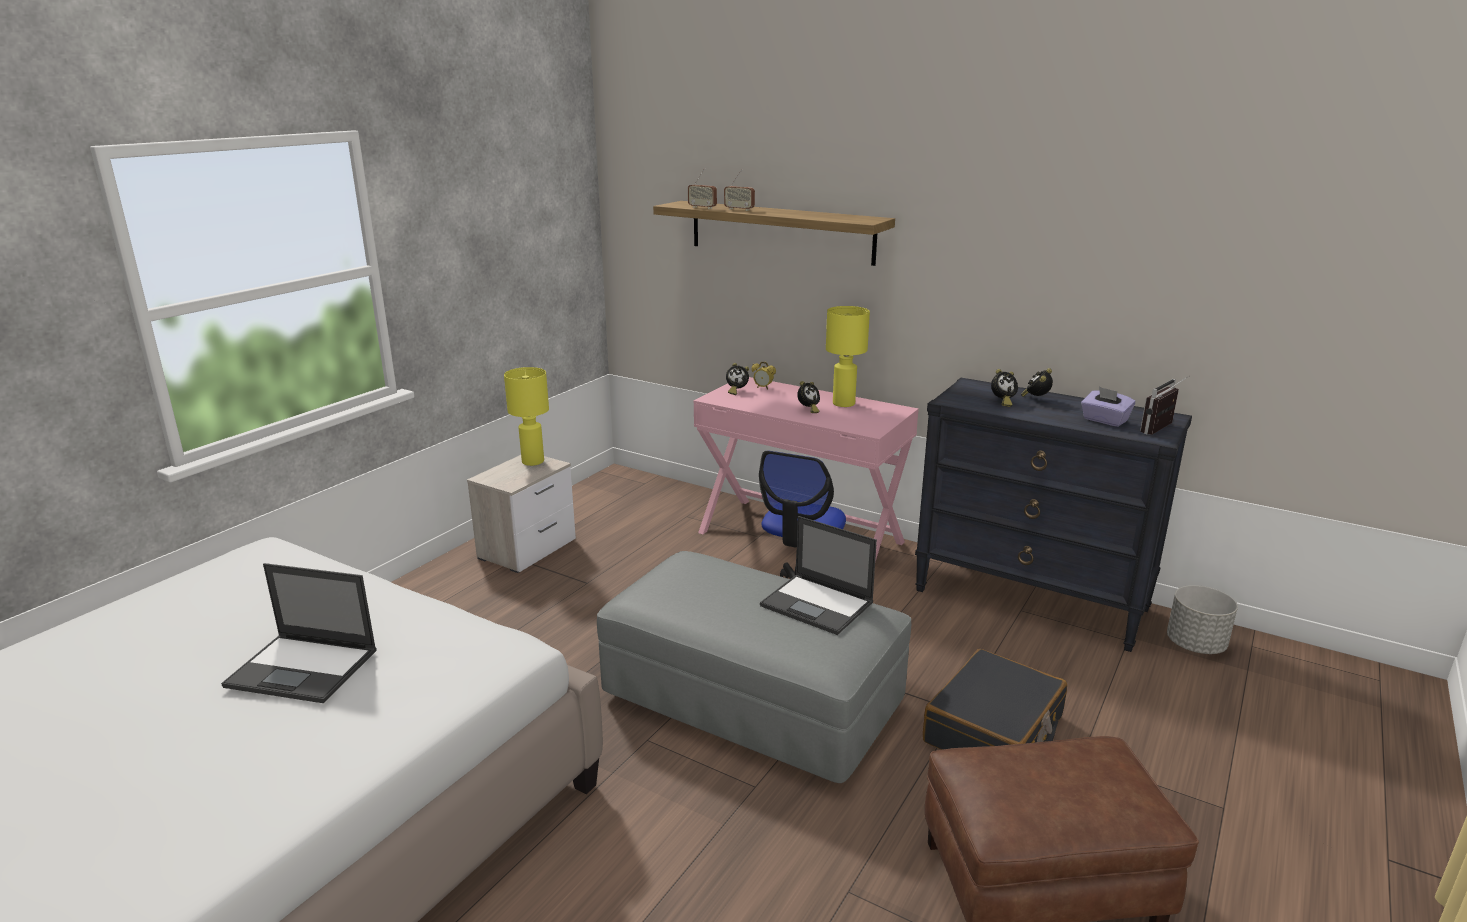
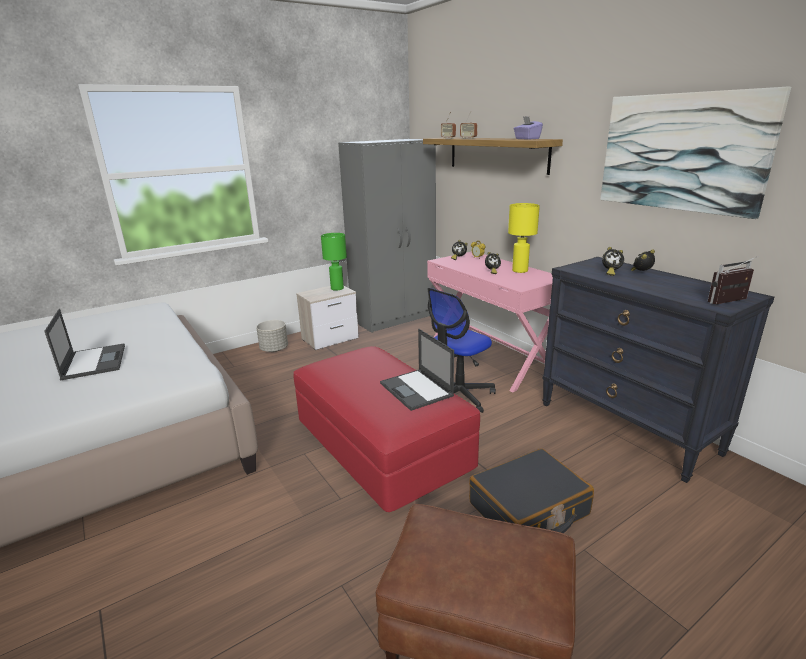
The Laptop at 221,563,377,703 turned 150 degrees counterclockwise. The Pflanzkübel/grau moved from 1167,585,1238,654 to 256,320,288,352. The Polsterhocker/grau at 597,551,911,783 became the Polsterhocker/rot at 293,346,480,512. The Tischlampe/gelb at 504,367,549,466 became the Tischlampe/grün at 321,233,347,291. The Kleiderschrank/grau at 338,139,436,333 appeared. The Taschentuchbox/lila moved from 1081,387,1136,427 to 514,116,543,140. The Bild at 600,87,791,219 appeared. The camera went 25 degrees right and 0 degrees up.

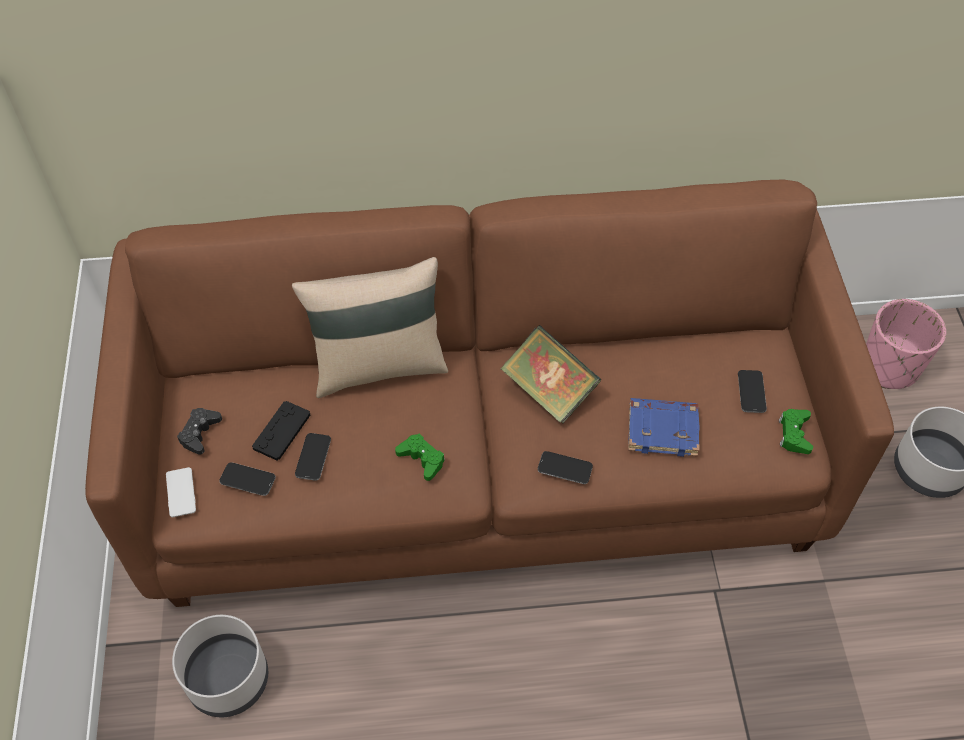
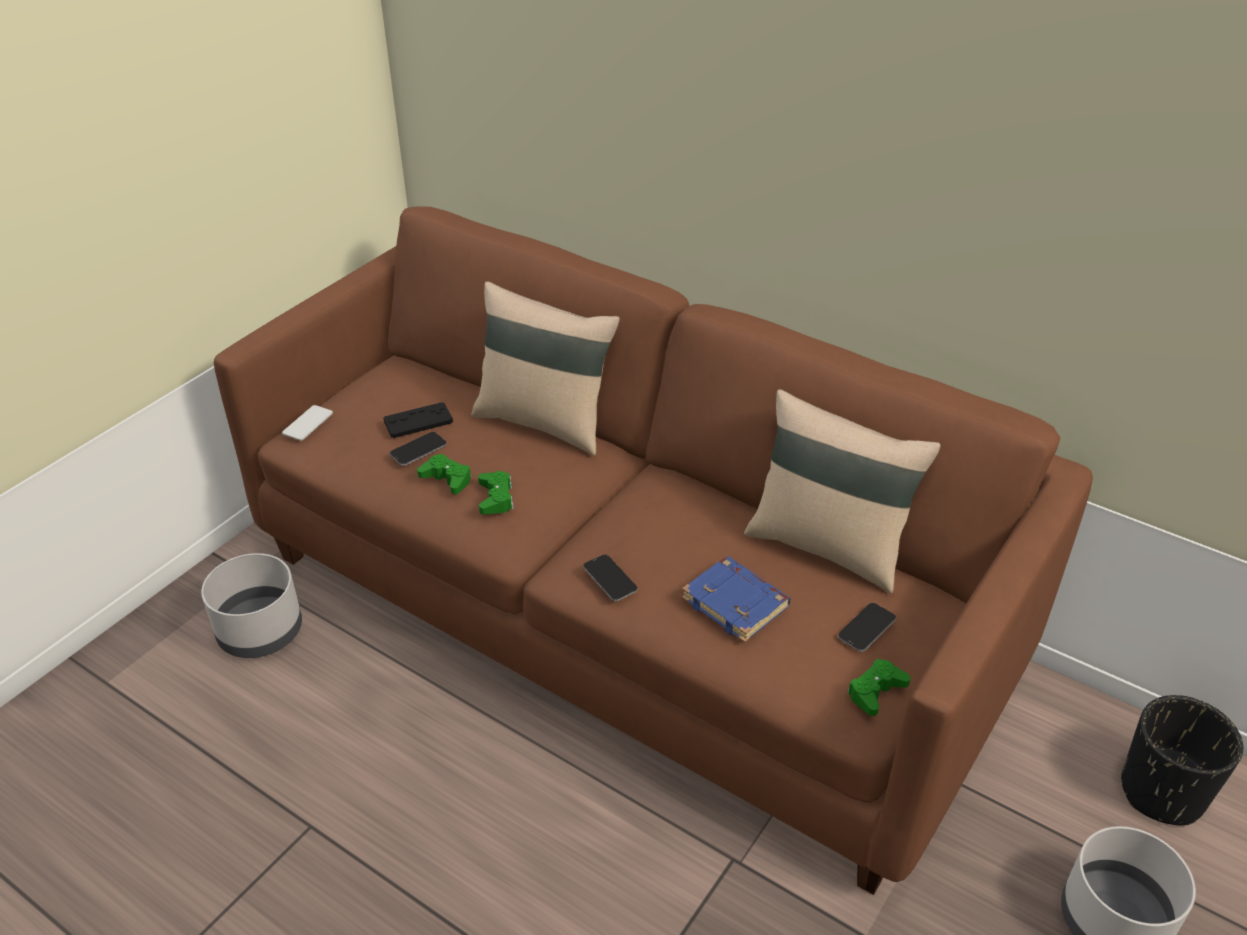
The Gamepad/grün at 417,454,471,494 appeared. The Kissen/beige at 744,389,941,594 appeared. The Pflanzkübel/rosa at 866,299,946,389 became the Pflanzkübel/schwarz at 1121,695,1243,826. The Gamepad/schwarz at 177,408,222,455 disappeared. The Handy at 219,462,276,496 disappeared. The Buch at 501,325,602,423 disappeared. The camera went 40 degrees right and 15 degrees down.

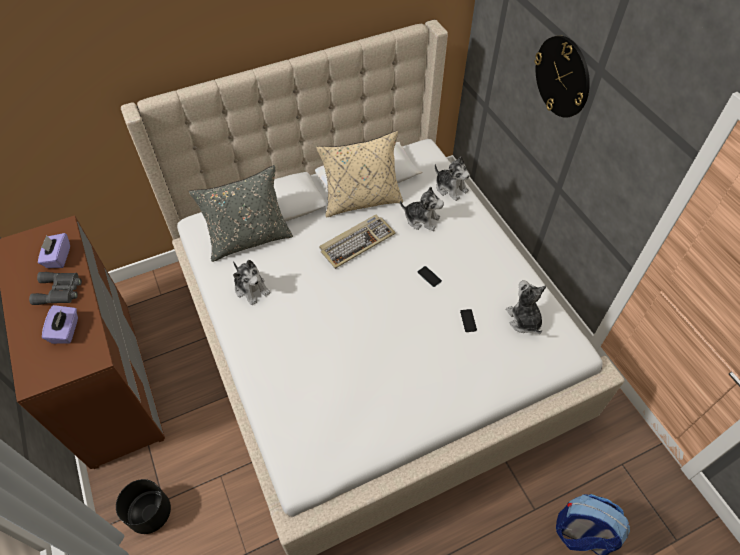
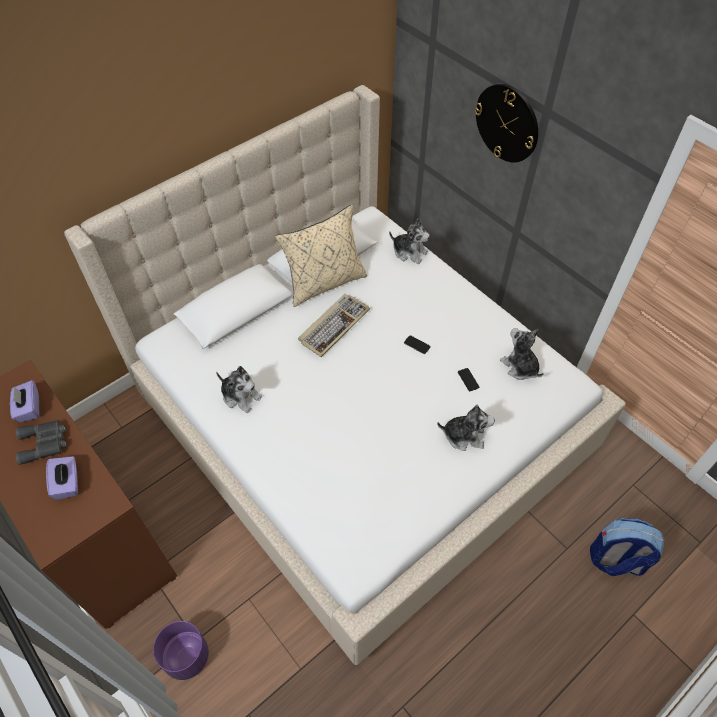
The Pflanzkübel/schwarz at 116,479,171,534 became the Pflanzkübel/lila at 153,621,209,680. The Plüschtier moved from 400,187,444,231 to 437,404,495,451. The Kissen/grau at 189,165,293,262 disappeared. The camera went 15 degrees left and 0 degrees up.

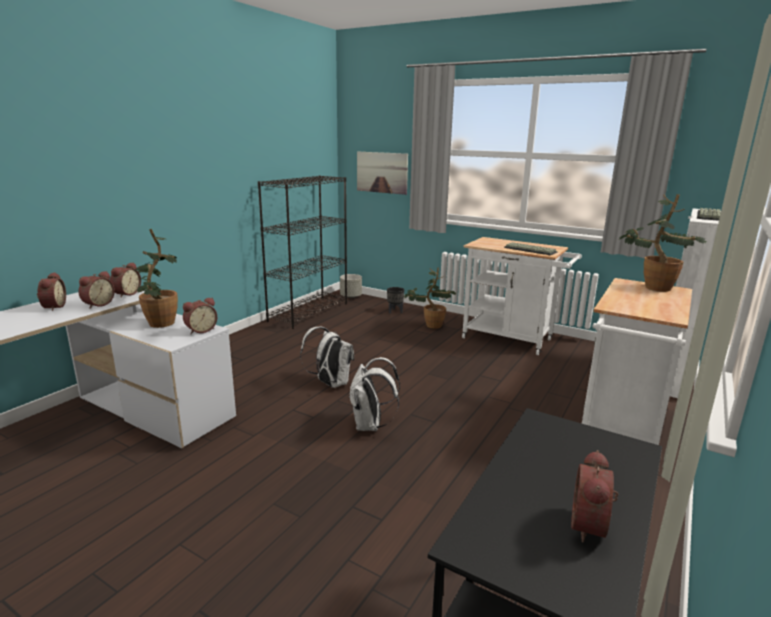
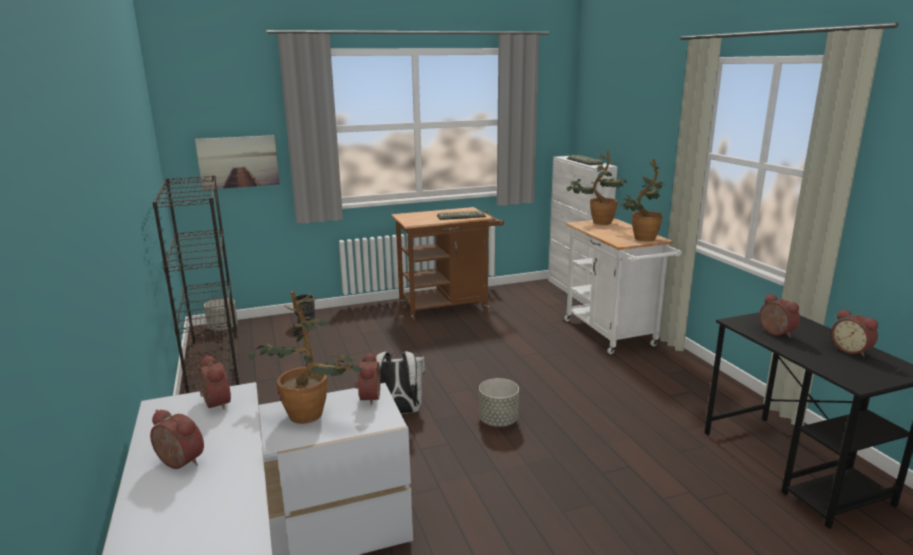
The Rollwagen/weiß at 462,237,582,355 became the Rollwagen/braun at 391,207,504,322. The Rucksack/weiß at 349,357,400,431 was replaced by the Pflanzkübel/grau at 479,378,519,427. The Topfpflanze moved from 404,267,456,329 to 620,159,666,241. The Wecker moved from 79,271,115,309 to 759,293,800,337. The camera went 50 degrees left and 0 degrees up.

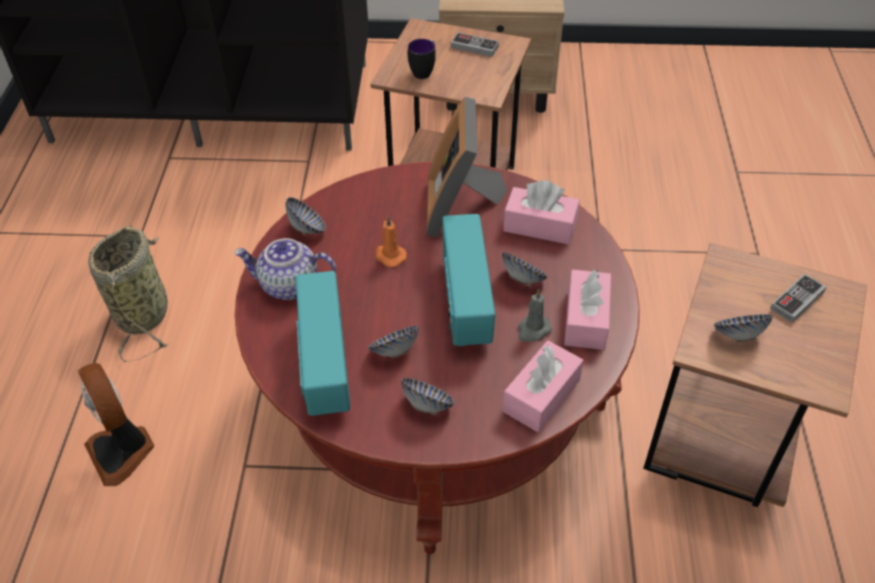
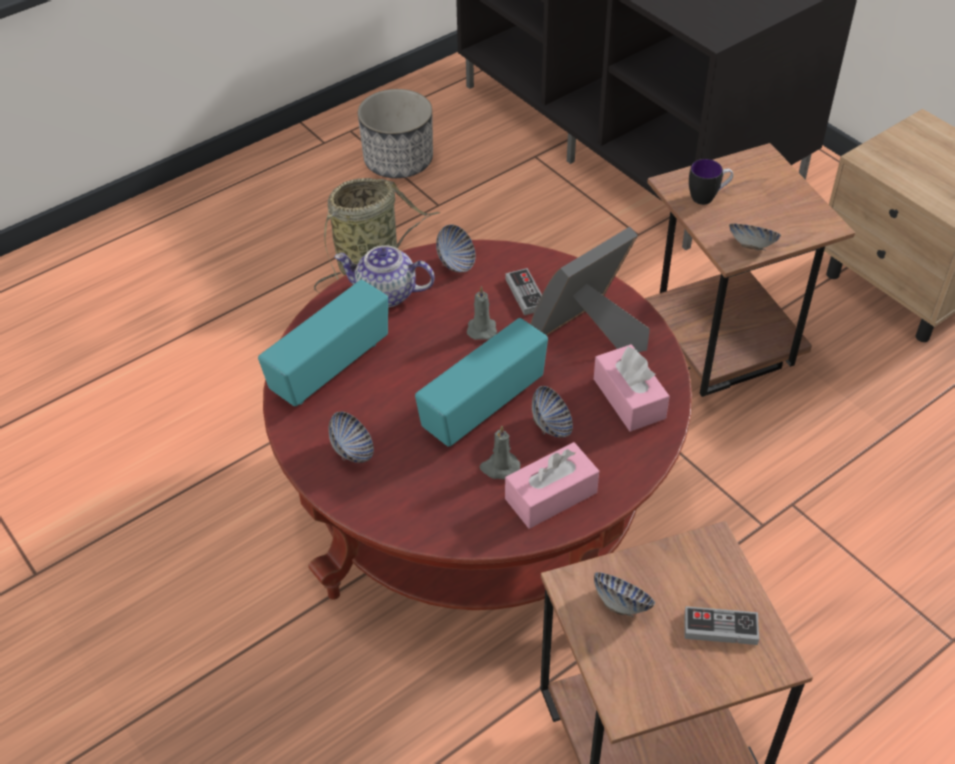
The Teekanne at 234,238,336,300 turned 45 degrees counterclockwise. The Pflanzkübel at 358,89,433,178 appeared. The Kerze/orange at 376,216,407,267 became the Kerze/grau at 467,286,497,340. The Gamepad moved from 451,32,499,57 to 505,268,542,315. The Schüssel moved from 368,325,419,358 to 729,223,781,250. The Ventilator at 78,363,154,486 disappeared. The Taschentuchbox/rosa at 503,341,584,432 disappeared. The camera went 50 degrees right and 0 degrees up.

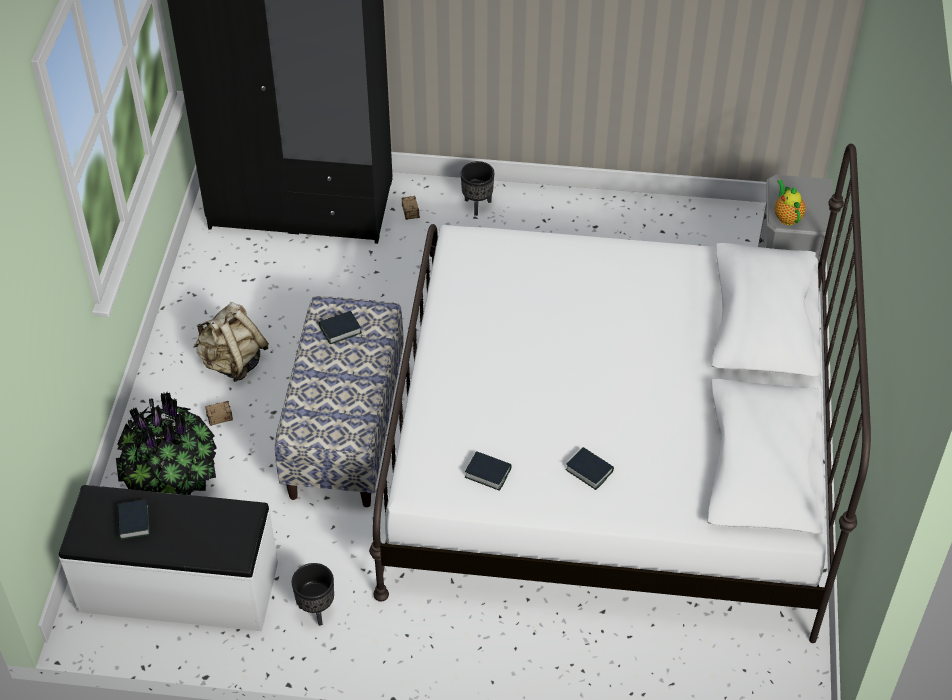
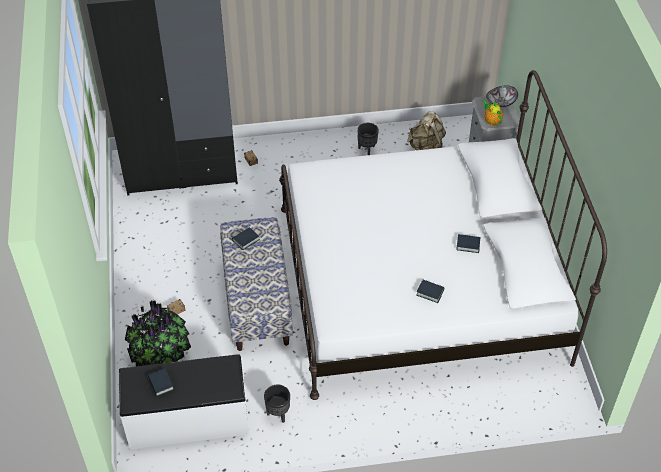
The Pflanzkübel/schwarz moved from 461,161,494,216 to 357,123,379,155. The Rucksack/beige moved from 194,302,269,382 to 407,111,446,150. The Buch moved from 465,451,512,491 to 456,234,481,253. The Schüssel at 486,85,518,108 appeared. The camera went 15 degrees left and 0 degrees up.

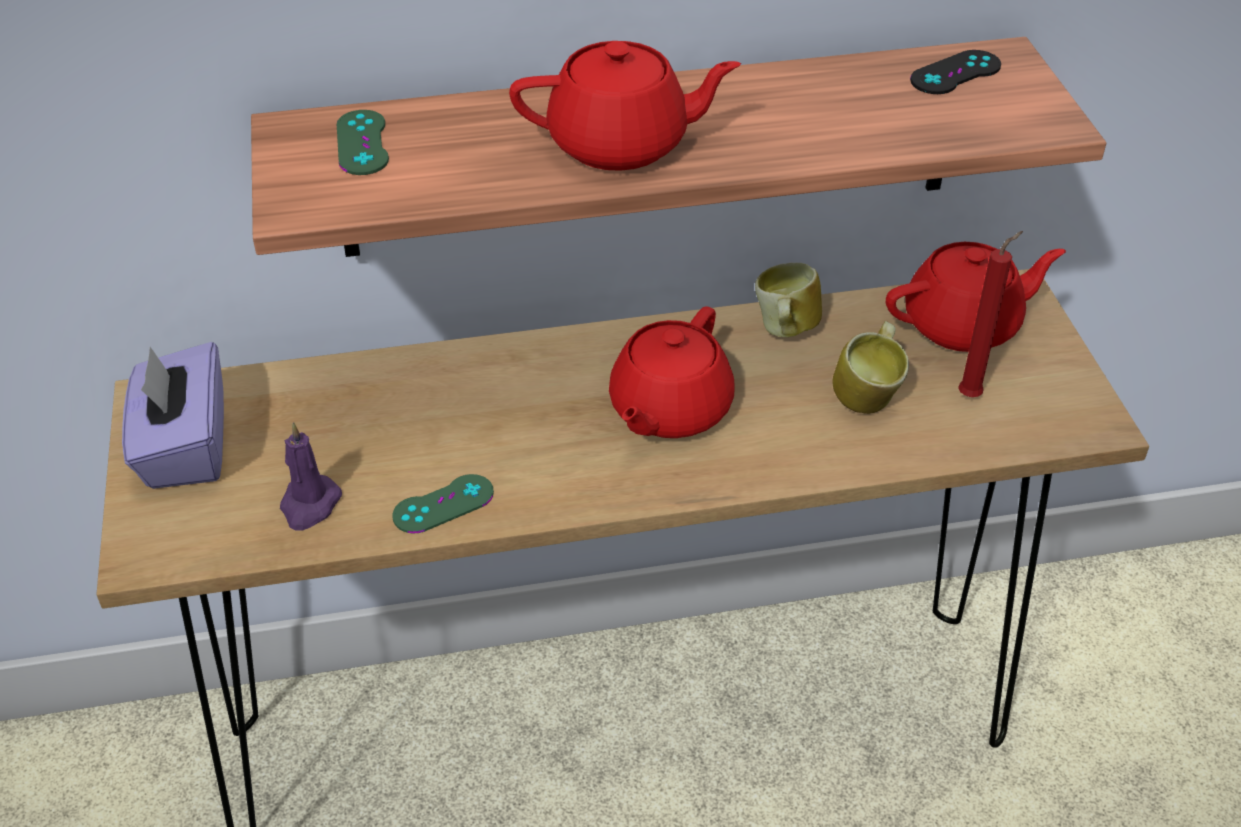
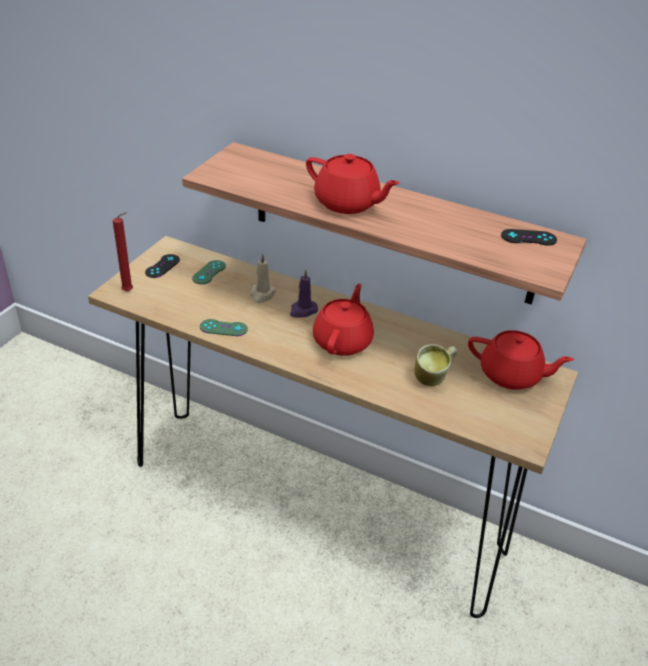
The Kerze/rot moved from 958,231,1023,397 to 113,212,133,291. The Taschentuchbox/lila at 122,342,224,489 was replaced by the Gamepad/schwarz at 145,254,180,278. The Gamepad/grün moved from 337,110,389,175 to 192,260,226,284. The Kerze/beige at 250,253,276,303 appeared. The Kerze/lila moved from 280,422,342,530 to 290,269,318,318. The Teekanne/rot at 609,306,734,438 turned 135 degrees clockwise. The Henkelbecher at 755,263,822,337 disappeared. The camera went 35 degrees right and 5 degrees down.

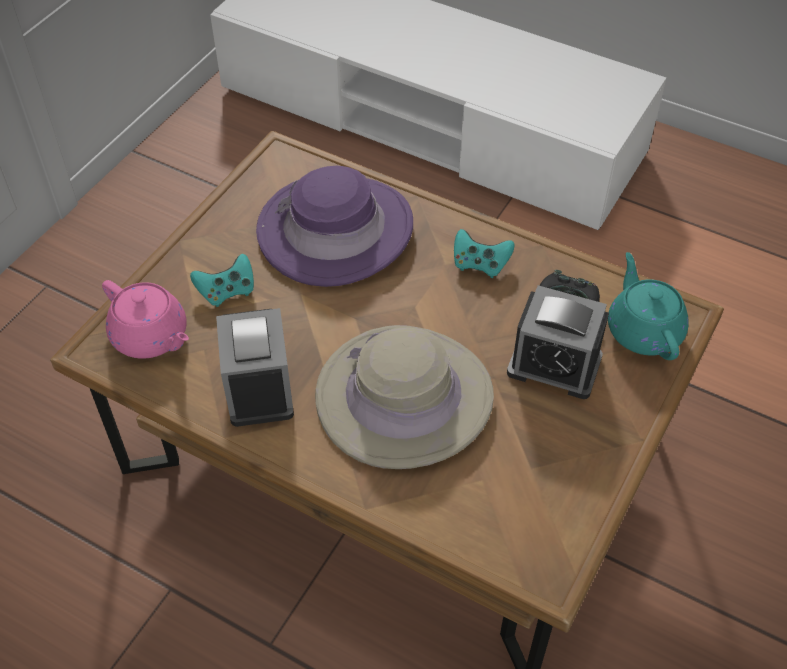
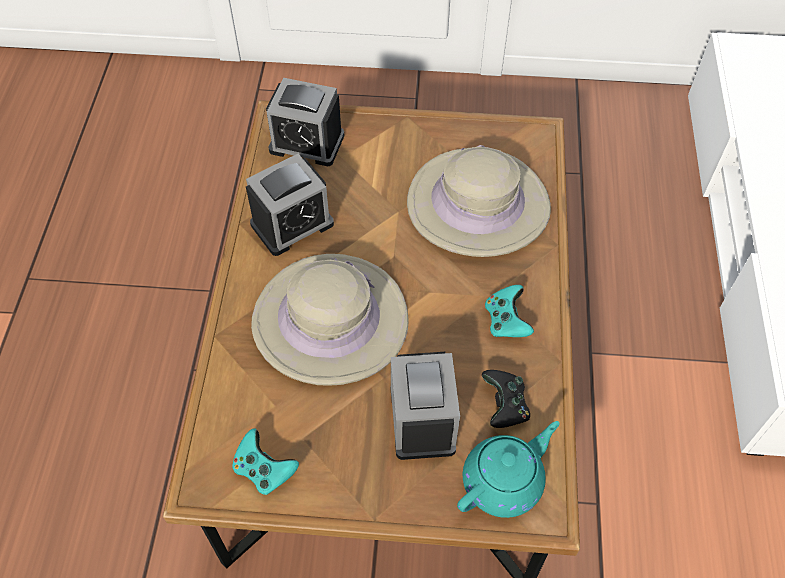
The Gamepad/türkis moved from 190,254,254,307 to 232,428,299,495. The Teekanne/rosa at 102,280,189,359 was replaced by the Wecker at 266,78,345,166. The Hut/lila at 256,166,413,287 became the Hut/beige at 407,145,551,257. The camera went 65 degrees right and 5 degrees up.

